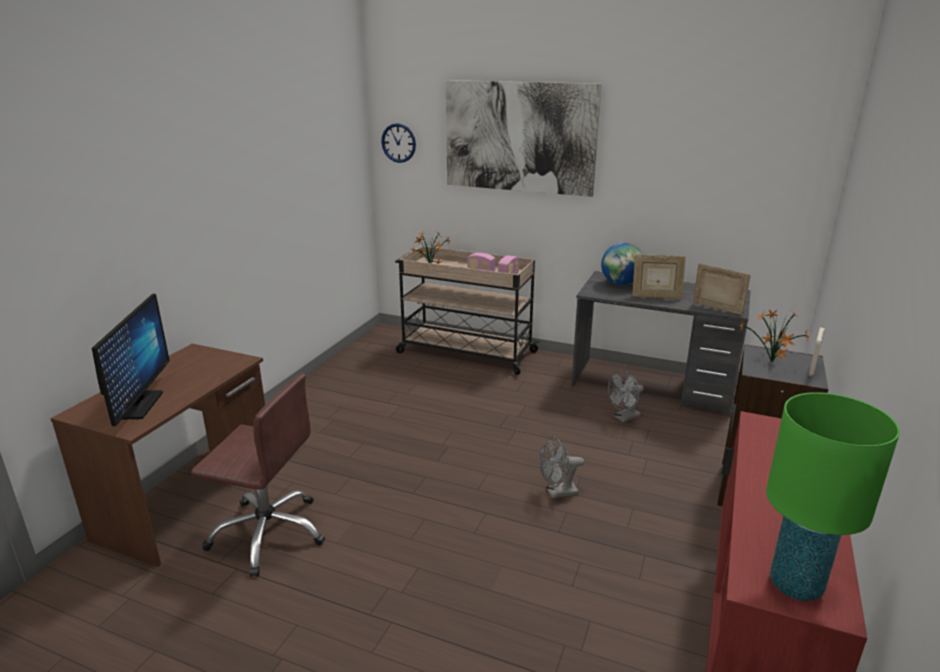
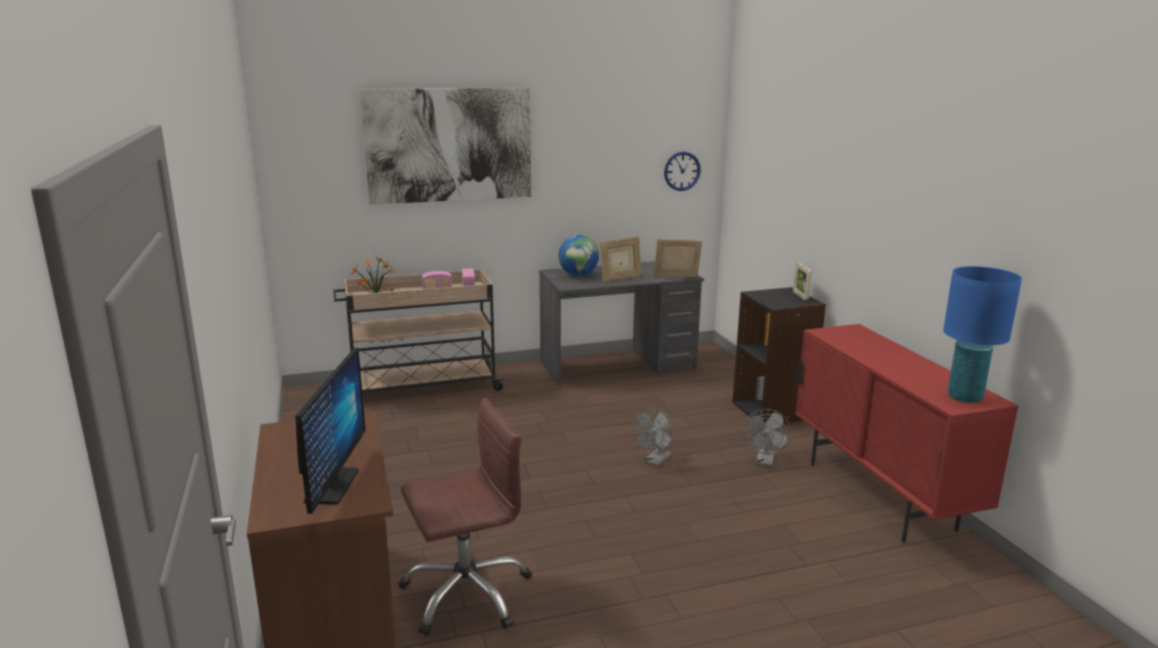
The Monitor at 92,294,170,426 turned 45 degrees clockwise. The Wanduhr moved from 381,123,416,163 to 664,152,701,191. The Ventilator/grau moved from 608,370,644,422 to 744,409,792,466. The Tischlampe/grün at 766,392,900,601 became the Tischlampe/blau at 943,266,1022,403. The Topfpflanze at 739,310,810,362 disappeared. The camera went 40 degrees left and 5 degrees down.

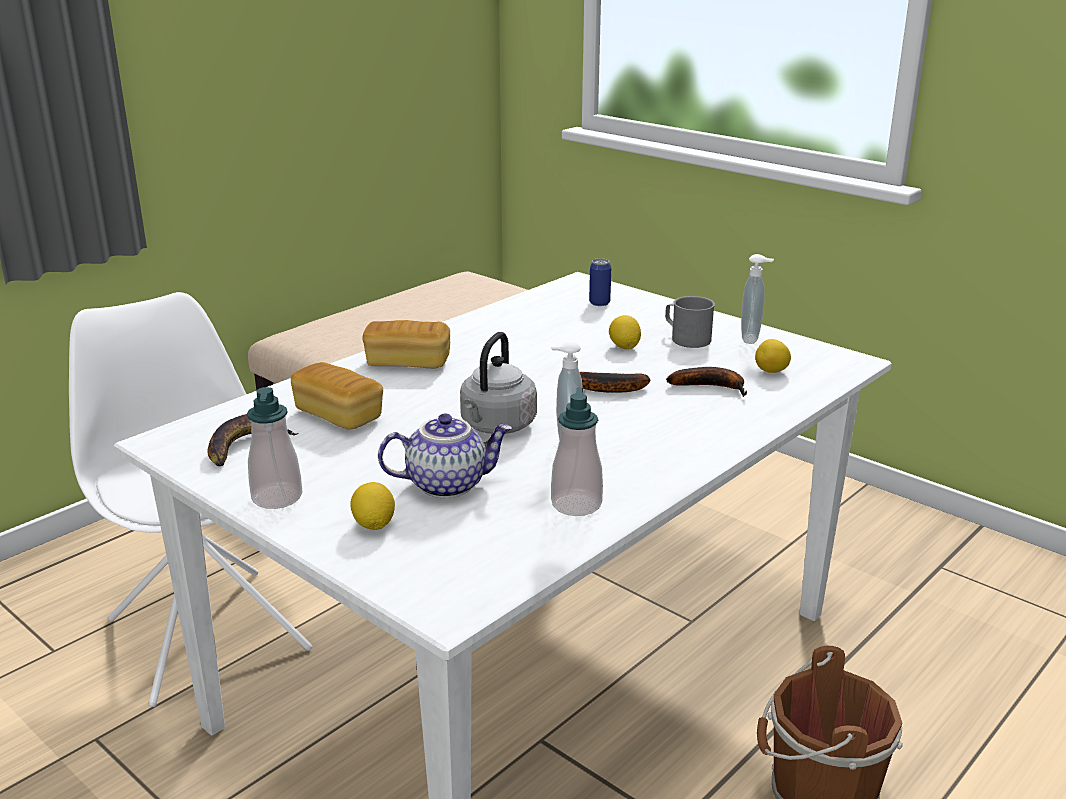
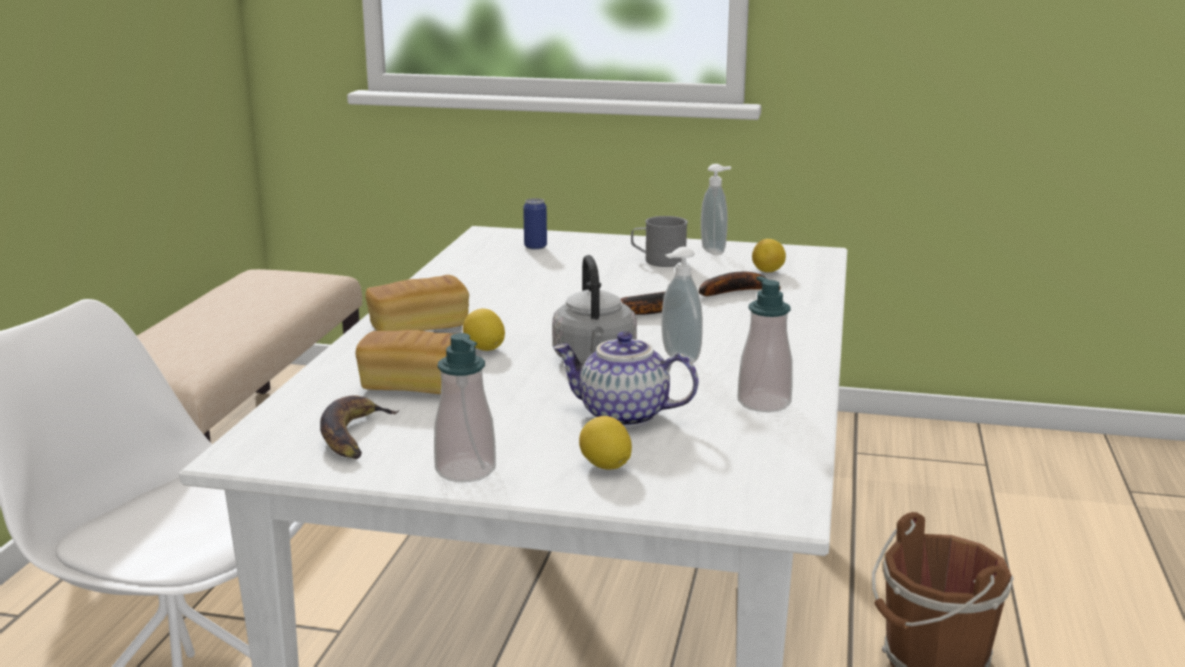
The Zitrone moved from 609,315,641,349 to 463,309,505,351. The Teekanne at 378,413,512,498 turned 120 degrees counterclockwise. The camera went 30 degrees left and 5 degrees down.

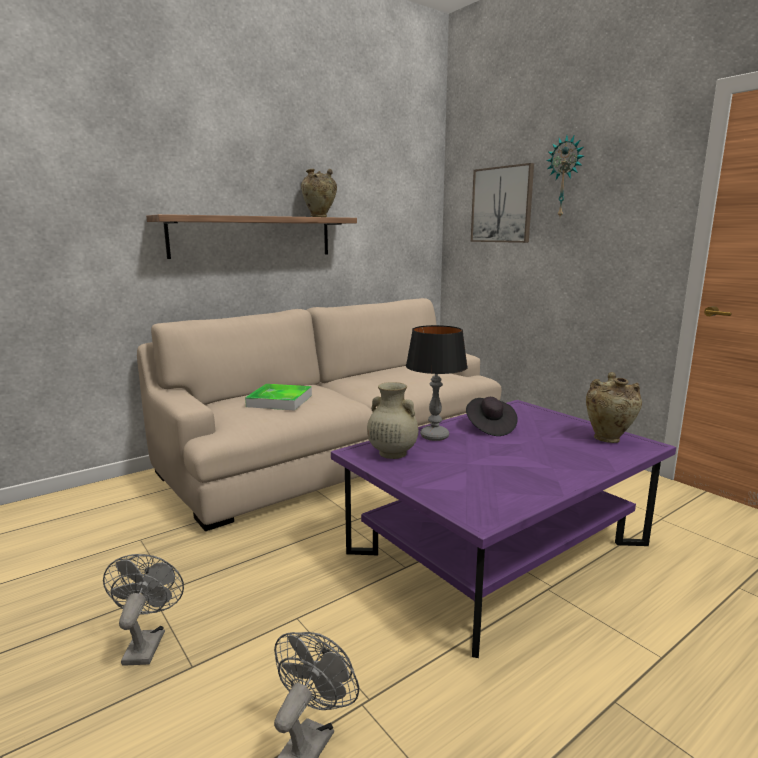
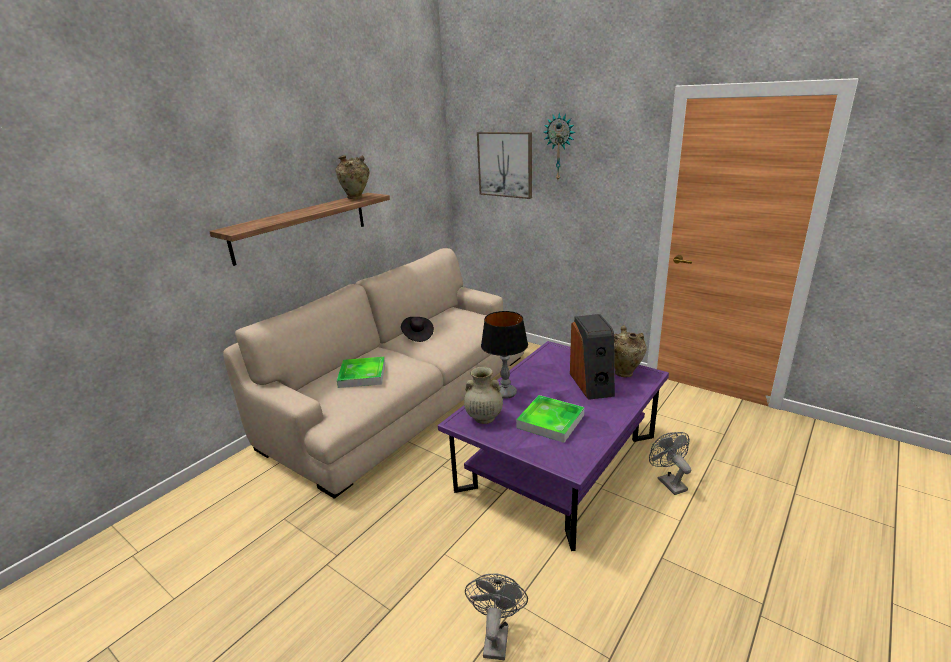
The Hut/schwarz moved from 466,397,518,436 to 401,317,434,342. The Tablett at 516,395,584,443 appeared. The Lautsprecher at 570,314,615,400 appeared. The Ventilator/grau moved from 103,554,184,666 to 649,432,691,495. The camera went 15 degrees left and 10 degrees up.

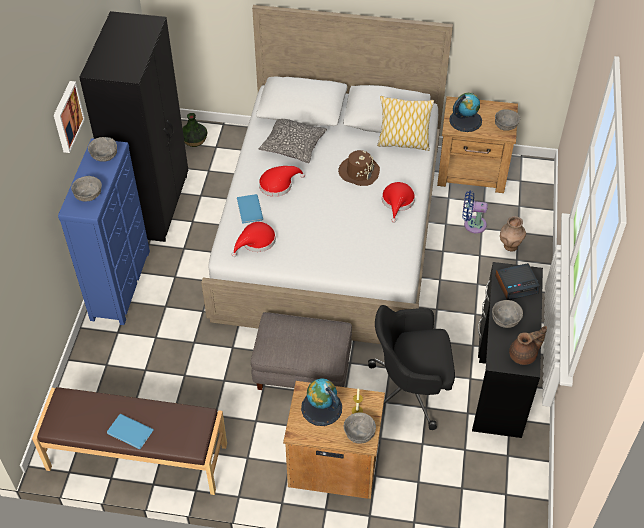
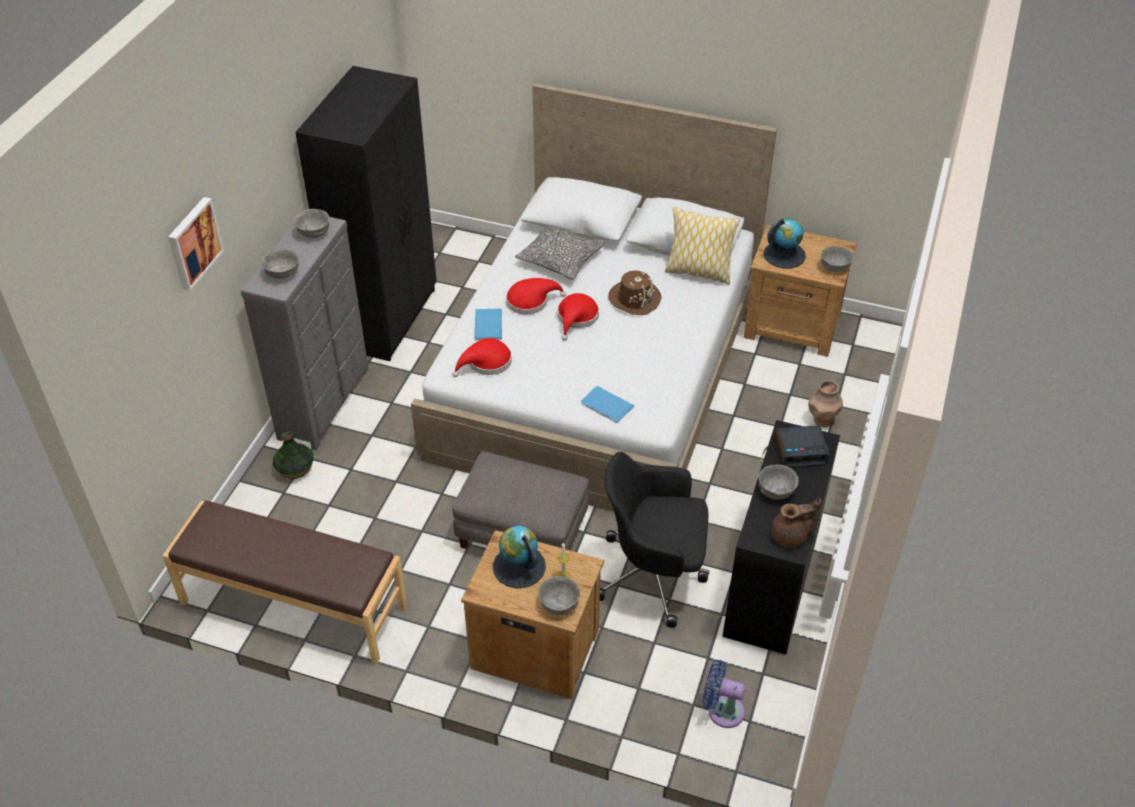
The Bild moved from 54,81,85,153 to 168,197,224,291. The Kommode/blau at 58,138,150,325 became the Kommode/grau at 241,217,369,450. The Vase moved from 183,113,208,147 to 273,431,314,479. The Hut/rot moved from 382,182,415,223 to 557,293,599,341. The Buch/blau moved from 107,414,154,449 to 581,386,634,423. The Ventilator/blau moved from 463,191,488,233 to 702,660,745,728. The camera went 10 degrees right and 5 degrees down.

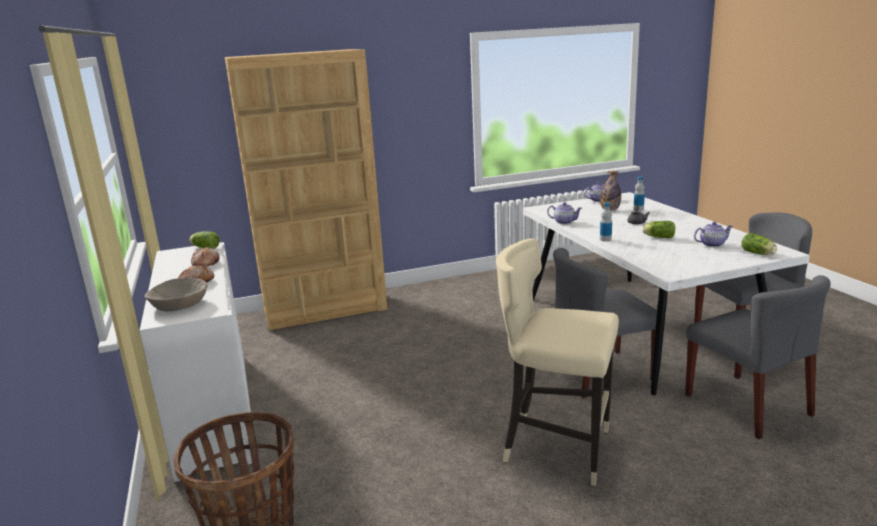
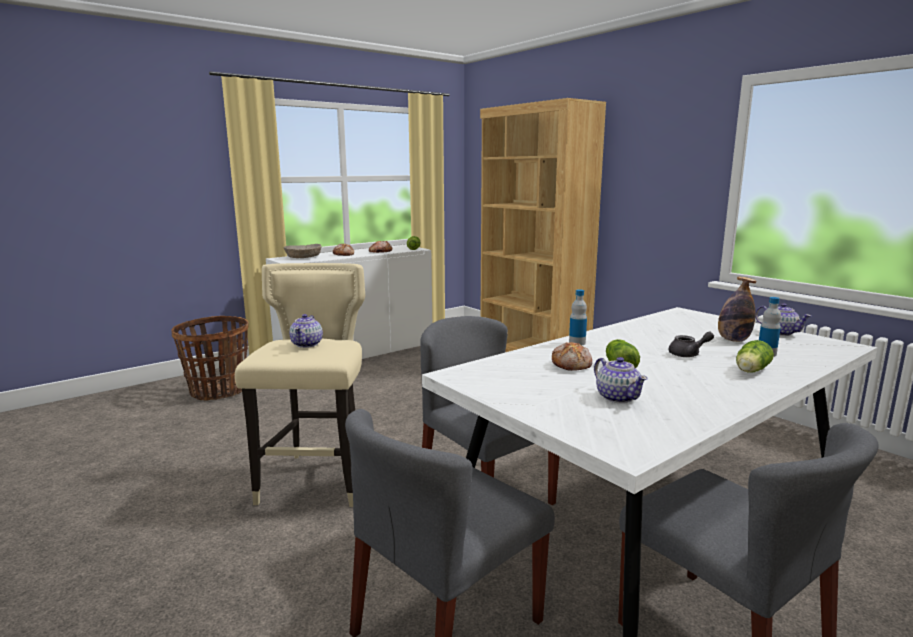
The Teekanne moved from 547,202,582,224 to 289,314,323,348. The Brot at 552,342,592,371 appeared. The Salatkopf moved from 741,233,777,255 to 736,340,774,373. The camera went 70 degrees right and 5 degrees down.

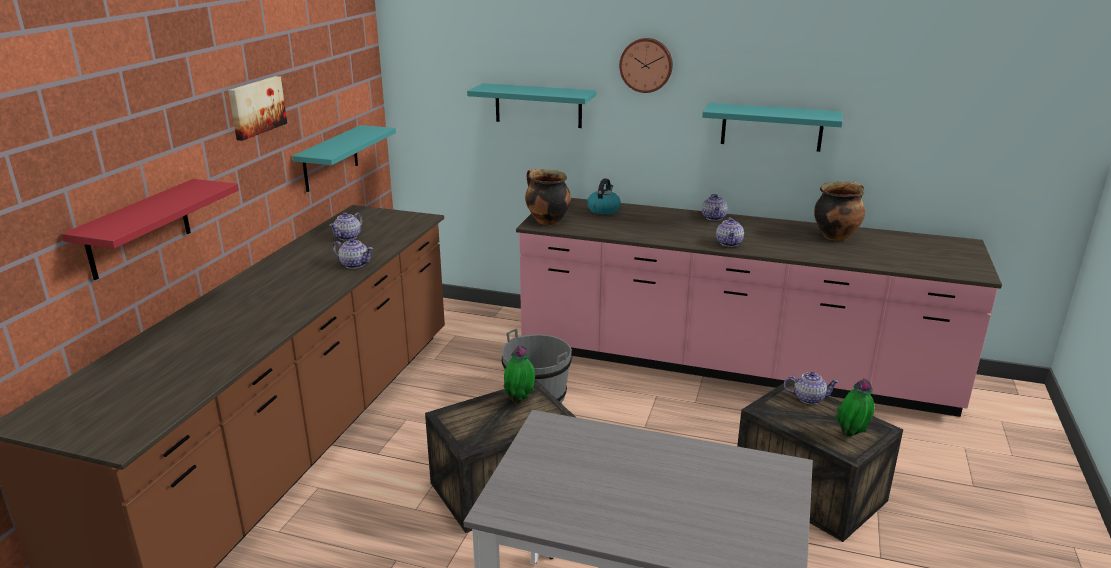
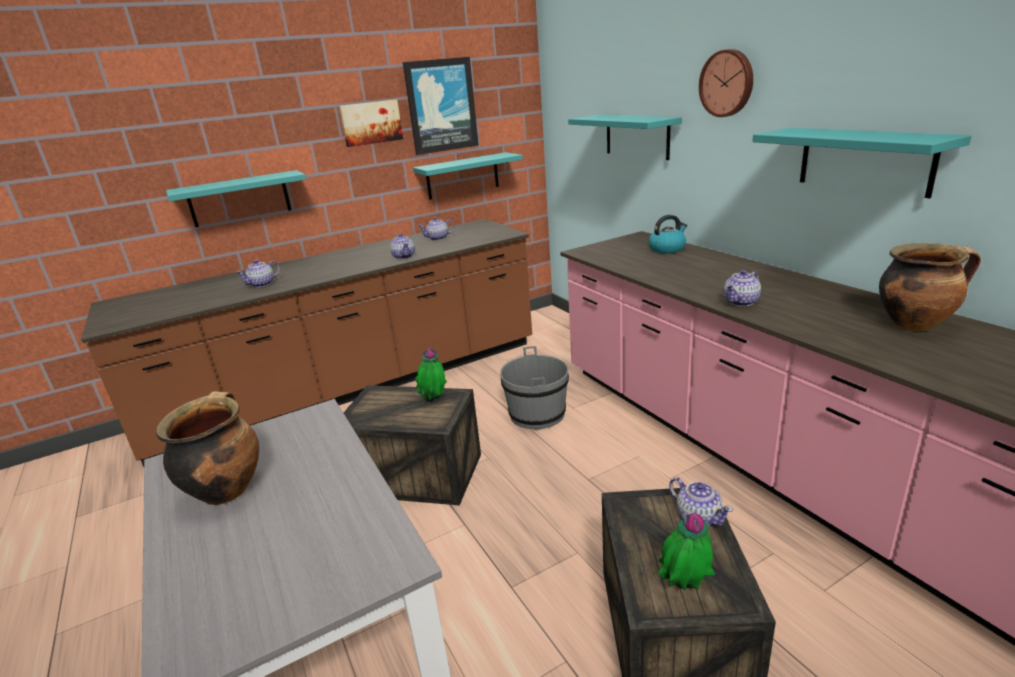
The Kochtopf moved from 525,169,571,225 to 156,391,259,505. The Wandregal/rot at 62,179,239,280 became the Wandregal/türkis at 166,170,306,227. The Teekanne moved from 702,194,728,221 to 235,260,280,288. The Bild at 403,57,479,155 appeared. The camera went 45 degrees right and 0 degrees up.

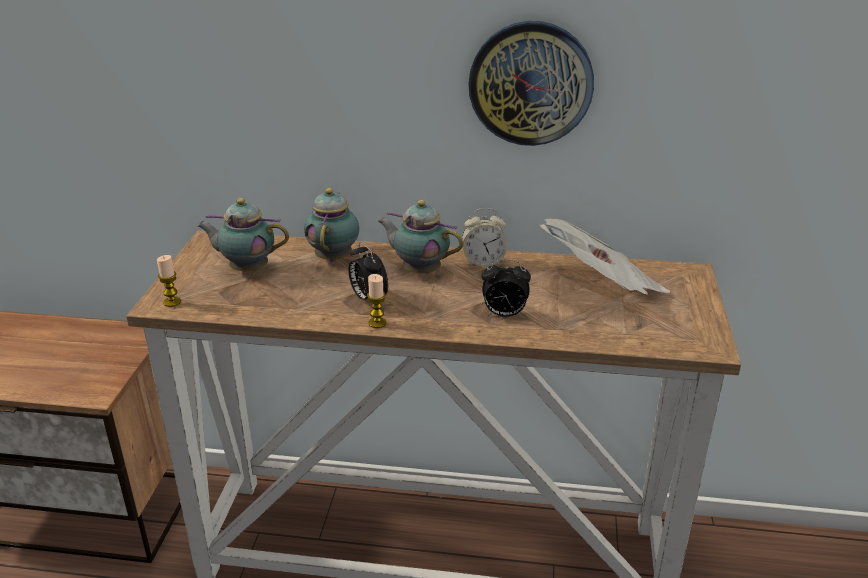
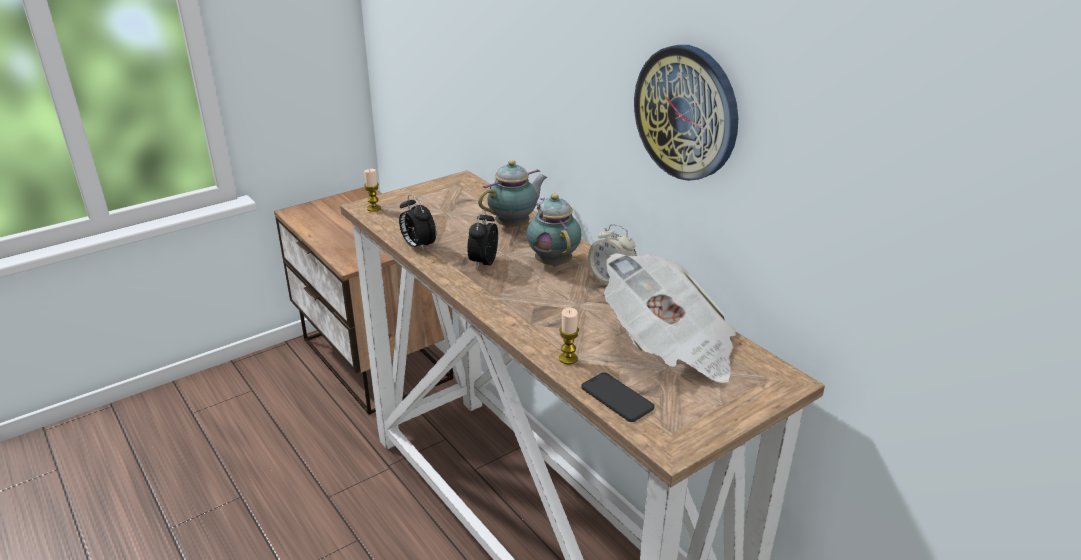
The Wecker moved from 482,259,531,317 to 399,195,436,252. The Kerze moved from 367,274,386,328 to 559,307,579,364. The Handy at 581,373,654,422 appeared. The Teekanne at 197,198,289,271 disappeared. The camera went 45 degrees right and 0 degrees up.

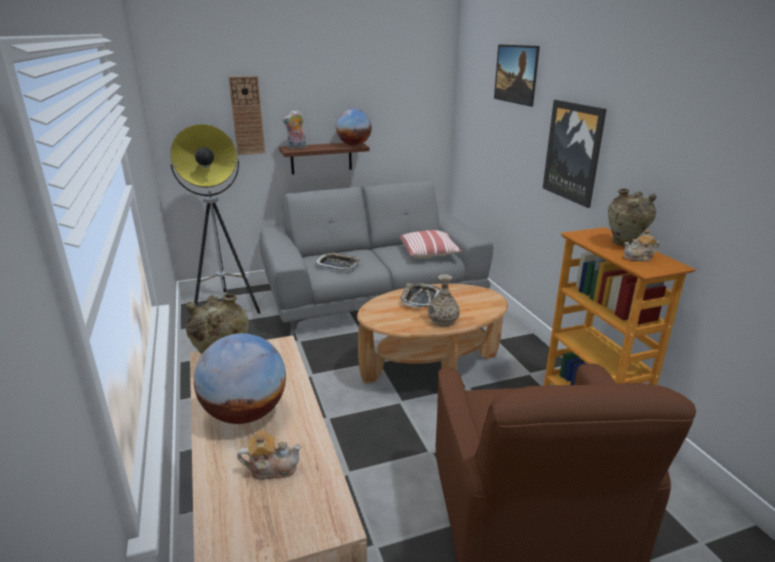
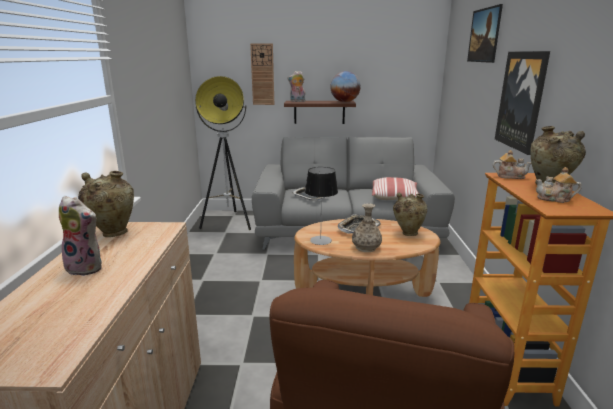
The Globus at 194,333,286,424 was replaced by the Plüschtier at 59,196,102,276. The Tischlampe at 305,167,338,245 appeared. The Vase/beige at 393,193,427,236 appeared. The Teekanne moved from 237,430,302,480 to 493,150,532,179. The camera went 20 degrees right and 5 degrees down.

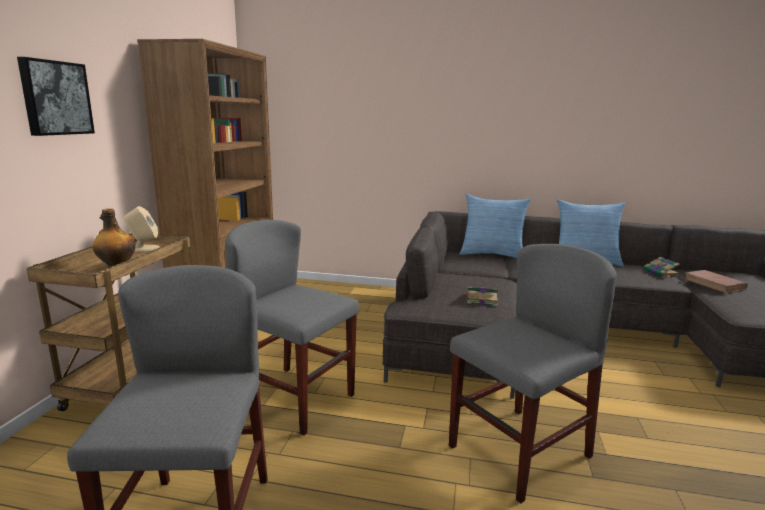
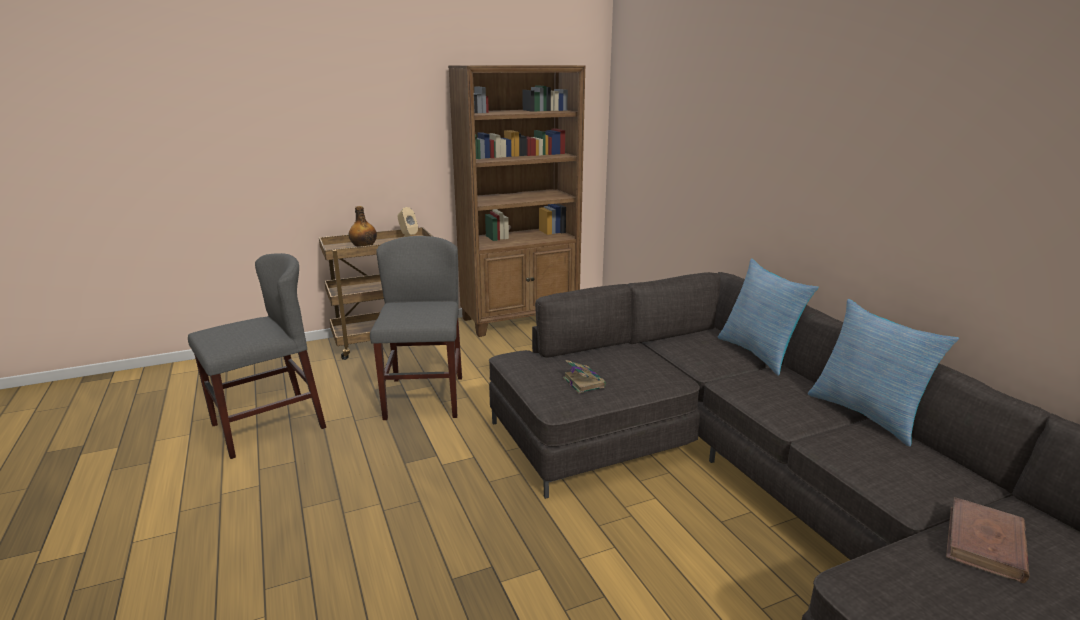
The Bild at 17,57,95,136 disappeared. The Stuhl/grau at 449,244,617,503 disappeared. The Buch at 644,257,680,278 disappeared. The camera went 55 degrees right and 5 degrees up.

